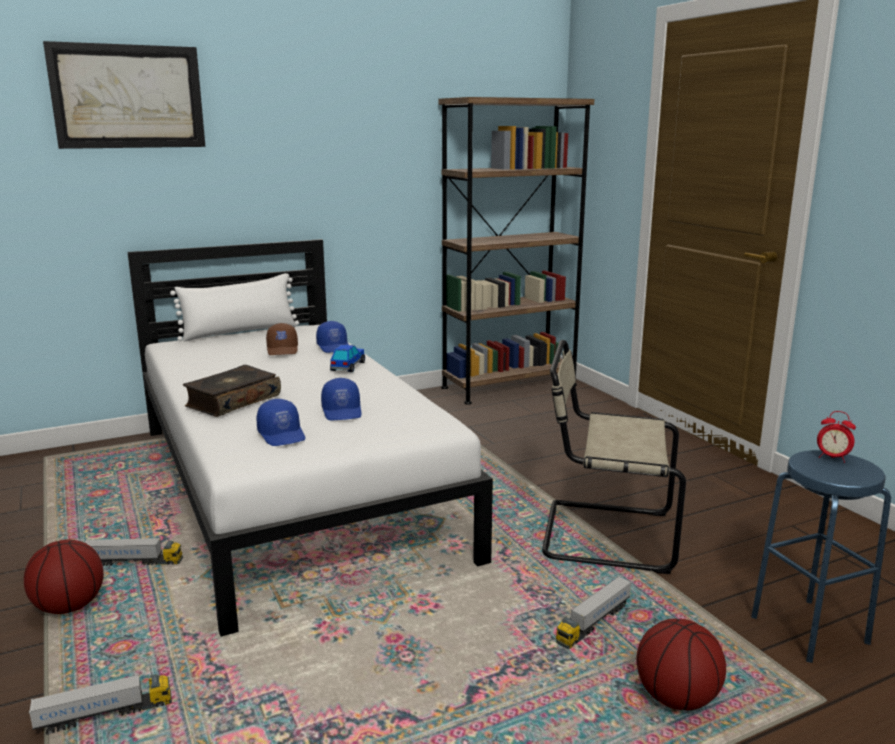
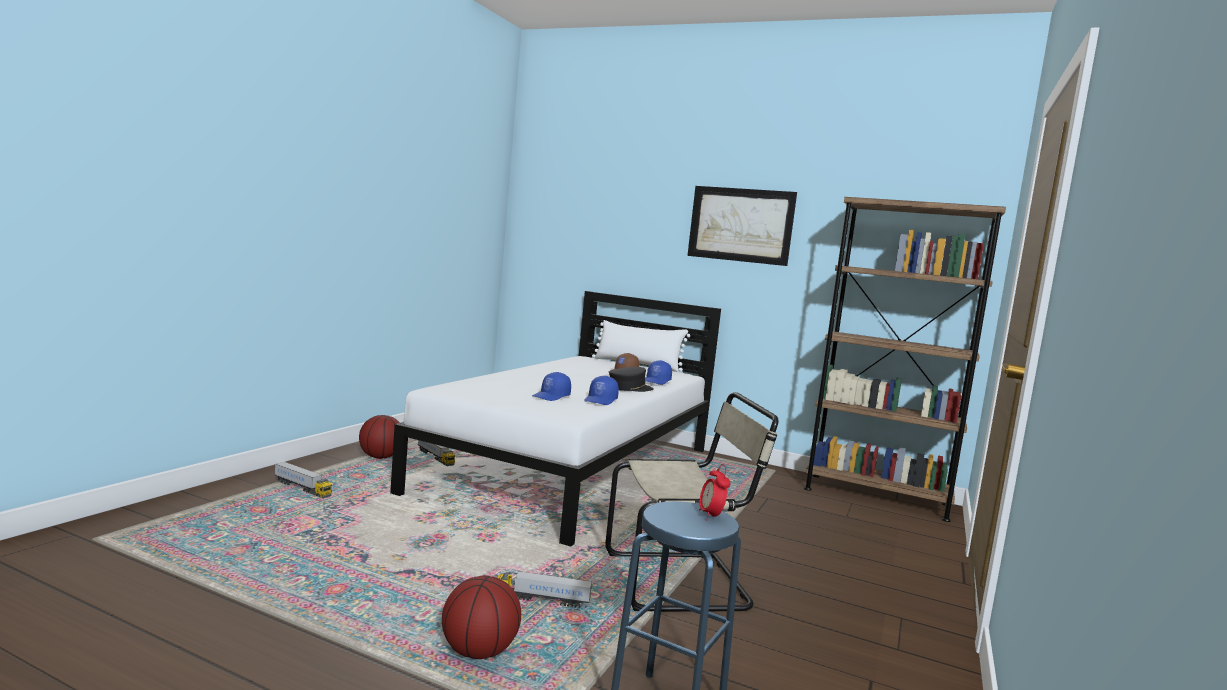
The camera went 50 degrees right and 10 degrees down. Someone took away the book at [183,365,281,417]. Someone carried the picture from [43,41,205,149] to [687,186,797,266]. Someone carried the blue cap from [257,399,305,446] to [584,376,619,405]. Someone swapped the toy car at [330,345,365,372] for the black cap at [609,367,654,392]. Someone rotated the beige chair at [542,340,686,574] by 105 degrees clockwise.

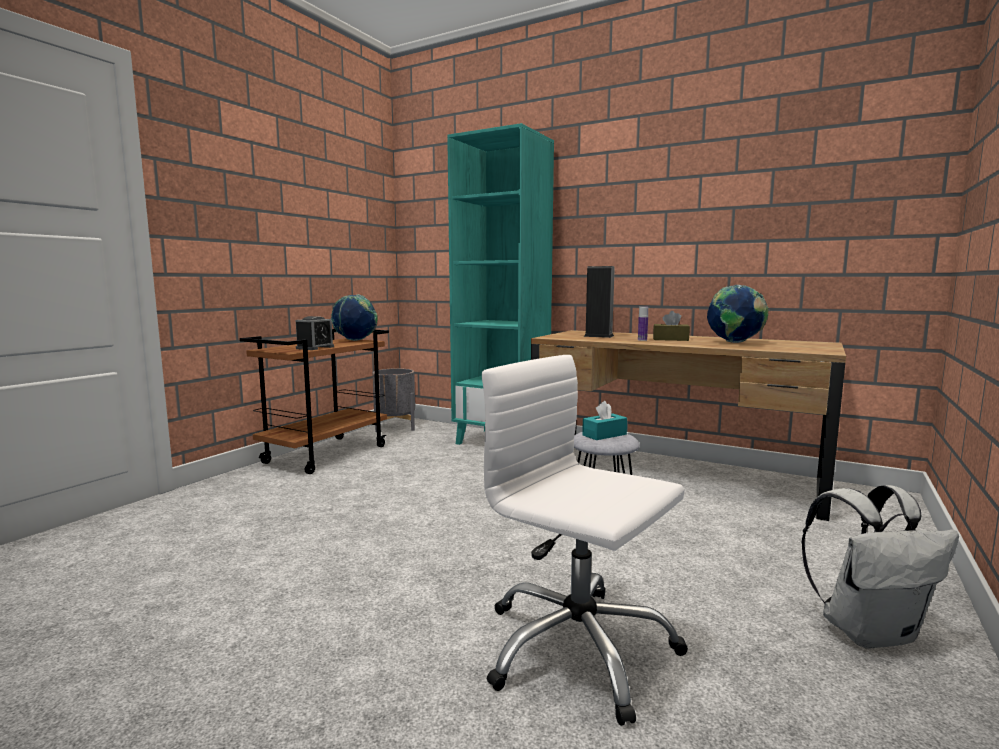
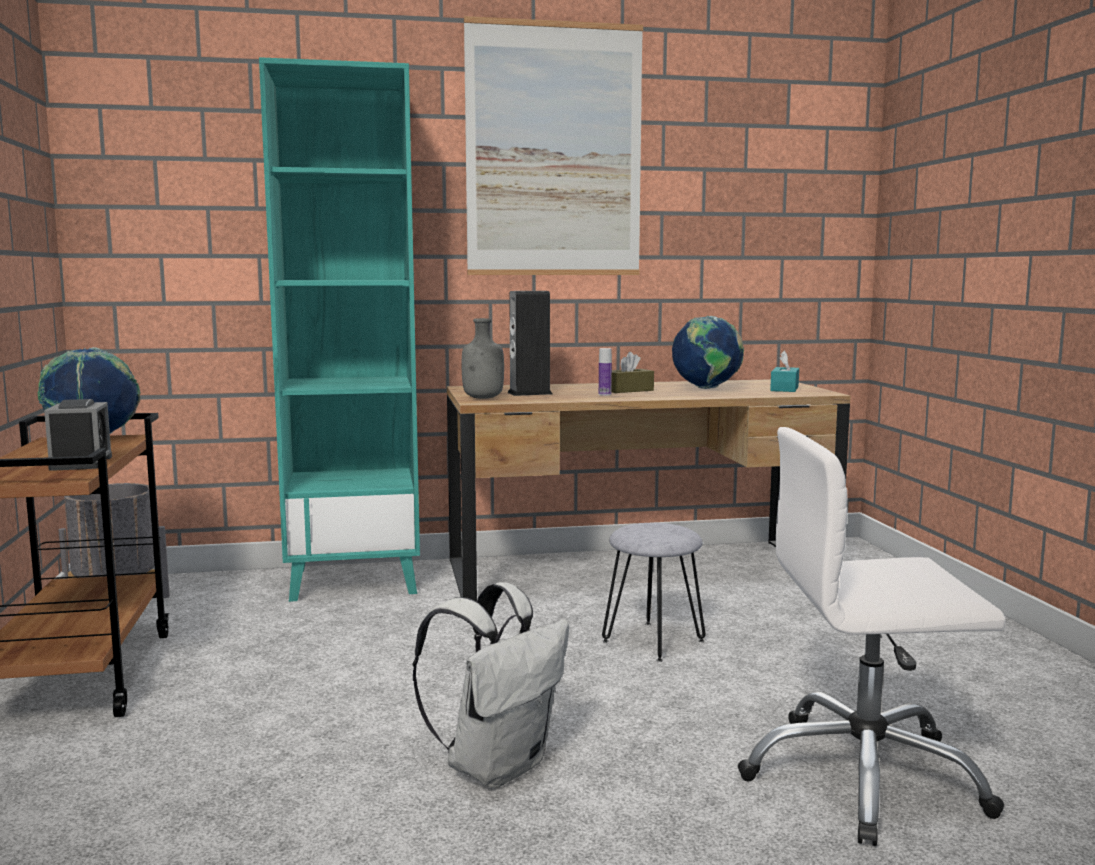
The camera went 40 degrees left and 0 degrees up. Someone put down the grey bottle at [462,318,504,399]. Someone put up the picture at [464,16,643,275]. Someone carried the turquoise tissue box from [582,401,627,440] to [770,350,799,392]. Someone carried the white backpack from [801,485,959,649] to [413,582,569,788].

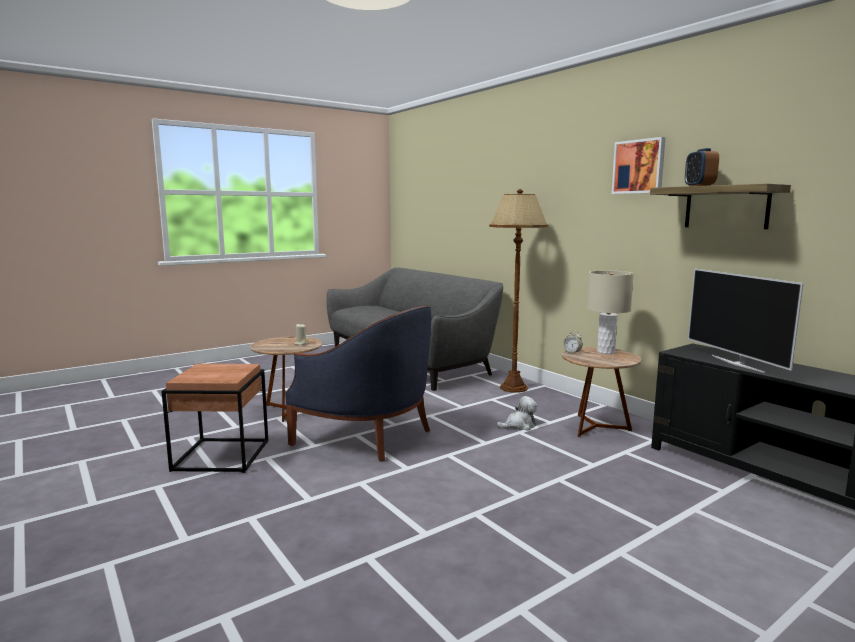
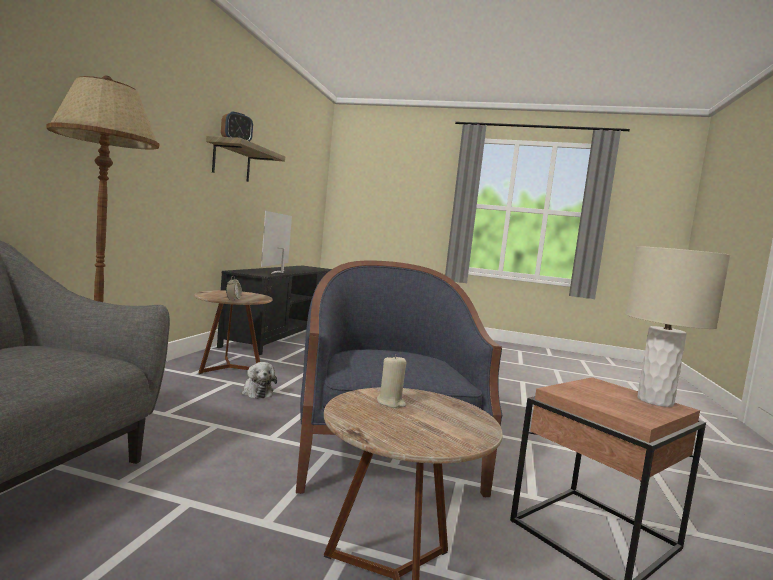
The camera went 130 degrees left and 5 degrees down. Someone took away the picture at [612,137,666,194]. Someone carried the beige table lamp from [587,271,634,354] to [626,246,730,407]. Someone rotated the plush toy at [497,396,538,431] by 150 degrees counterclockwise. Someone rotated the television at [688,269,804,373] by 150 degrees clockwise.

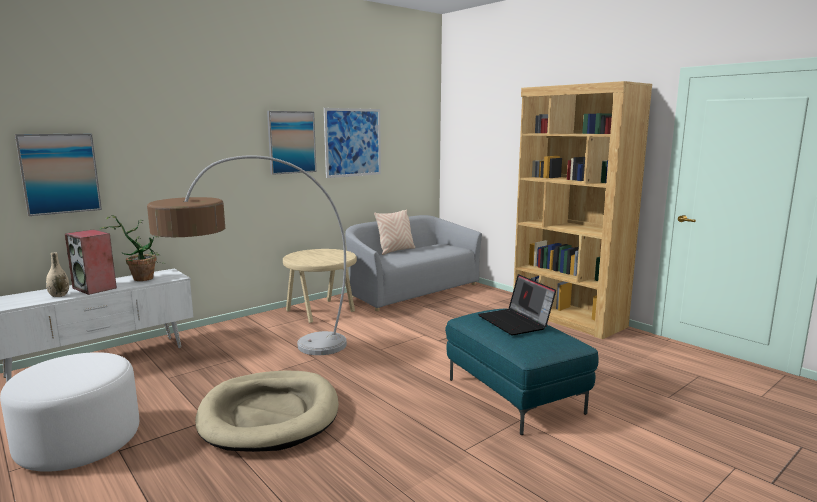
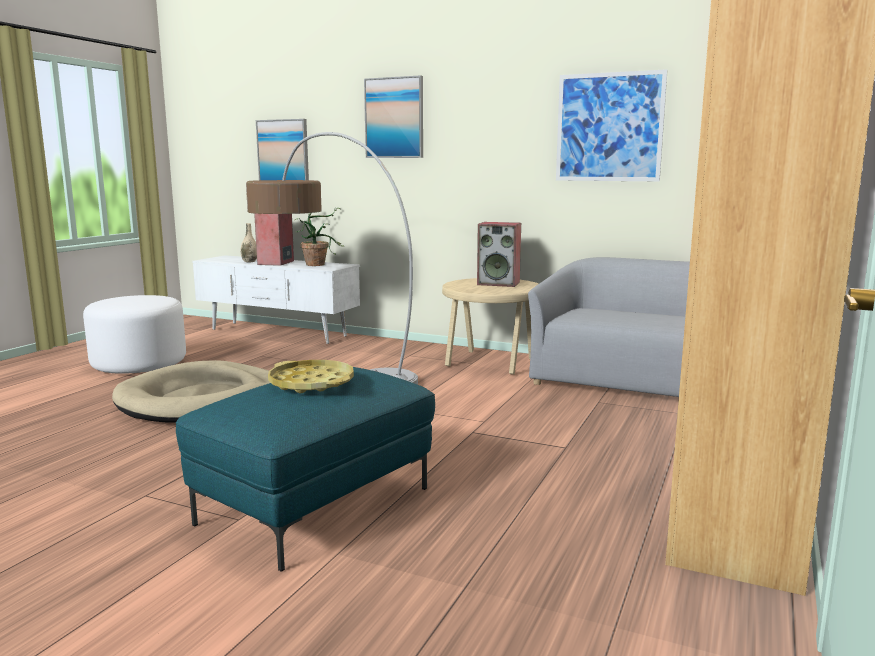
The camera went 65 degrees right and 0 degrees up. Someone took away the beige pillow at [374,209,415,255]. Someone put down the speaker at [477,222,521,287]. Someone carried the picture from [267,111,316,175] to [364,75,423,158]. Someone swapped the laptop at [478,274,556,335] for the yellow tray at [268,360,354,394].

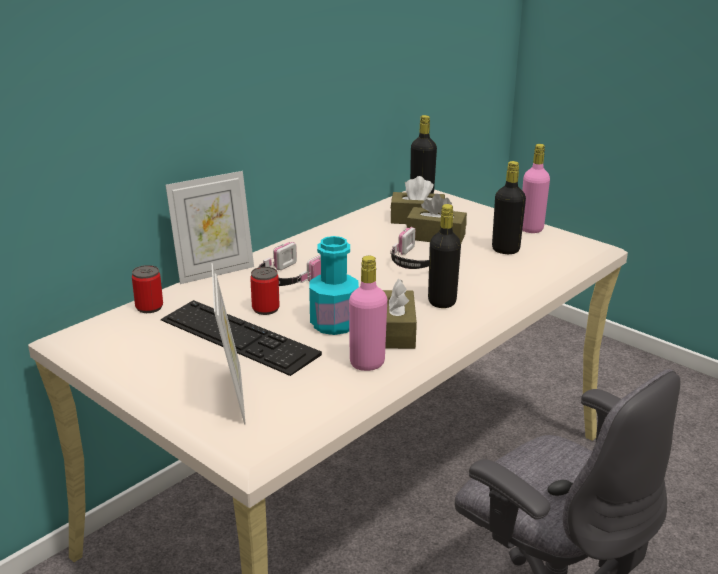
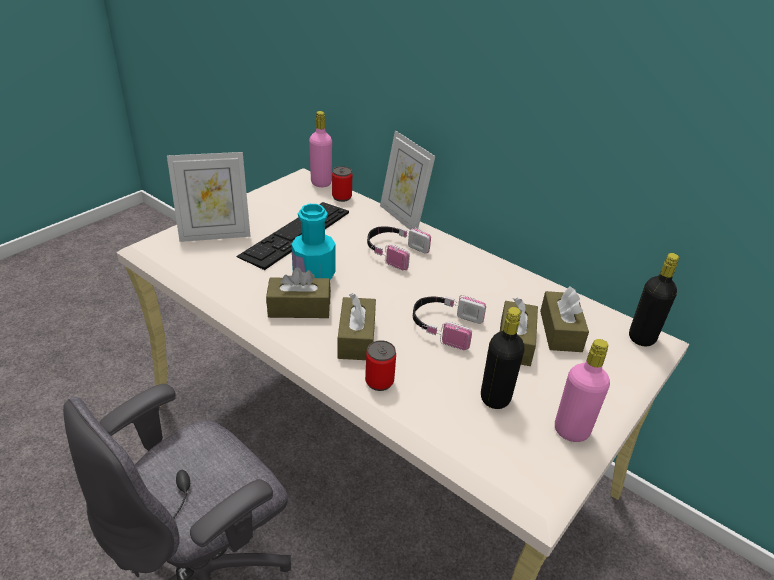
The camera went 85 degrees right and 10 degrees up. Someone carried the can from [250,267,280,315] to [365,340,396,391]. Someone carried the pink bottle from [349,256,387,371] to [309,111,332,187]. Someone swapped the black bottle at [428,204,461,308] for the brown tissue box at [337,293,376,360].

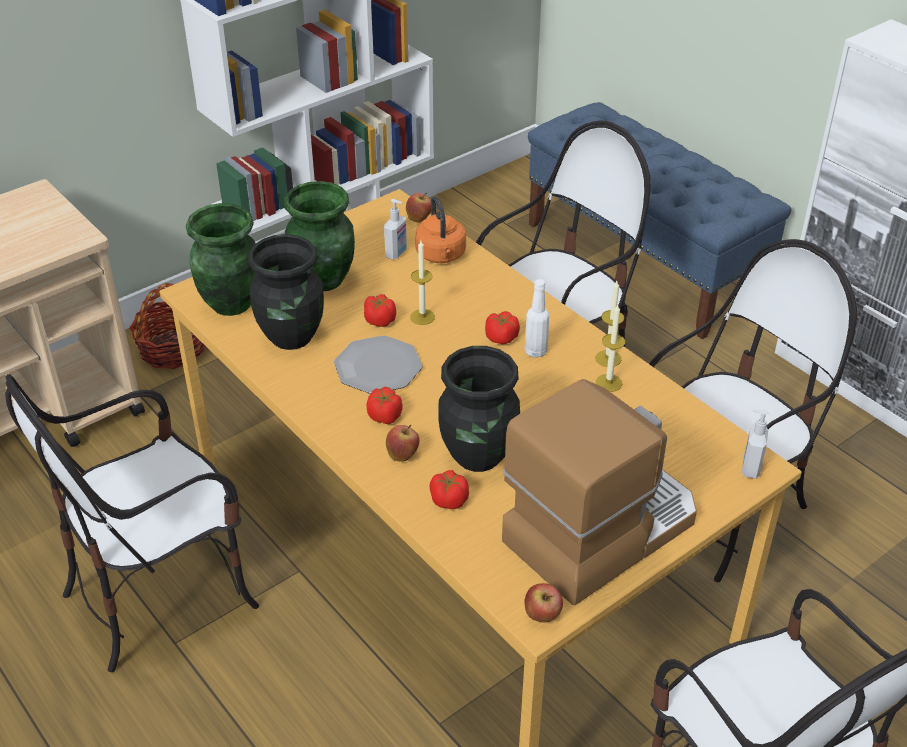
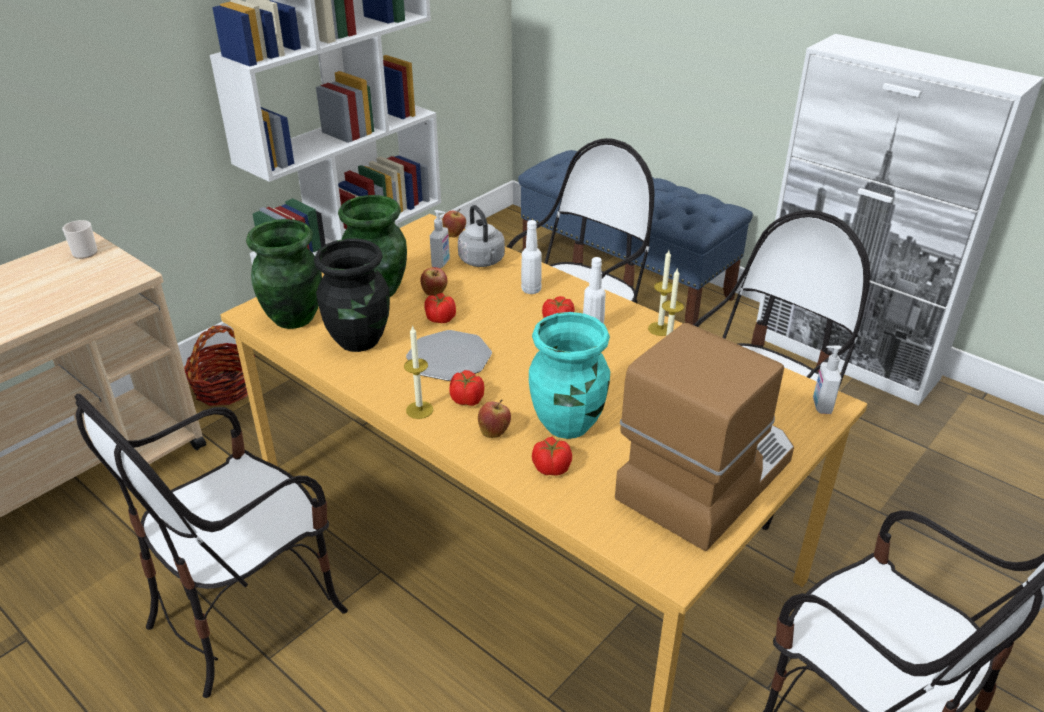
The camera went 10 degrees left and 5 degrees down. Someone put down the mug at [62,220,98,259]. Someone put down the white bottle at [521,220,542,294]. Someone carried the candle from [410,240,435,325] to [404,325,433,419]. Someone carried the apple from [524,583,563,623] to [420,267,448,296]. Someone repainted the orange kettle at [415,196,466,263], which became the grey kettle at [458,205,505,267]. Someone repainted the black vase at [439,346,520,472], which became the turquoise vase at [529,312,610,439].

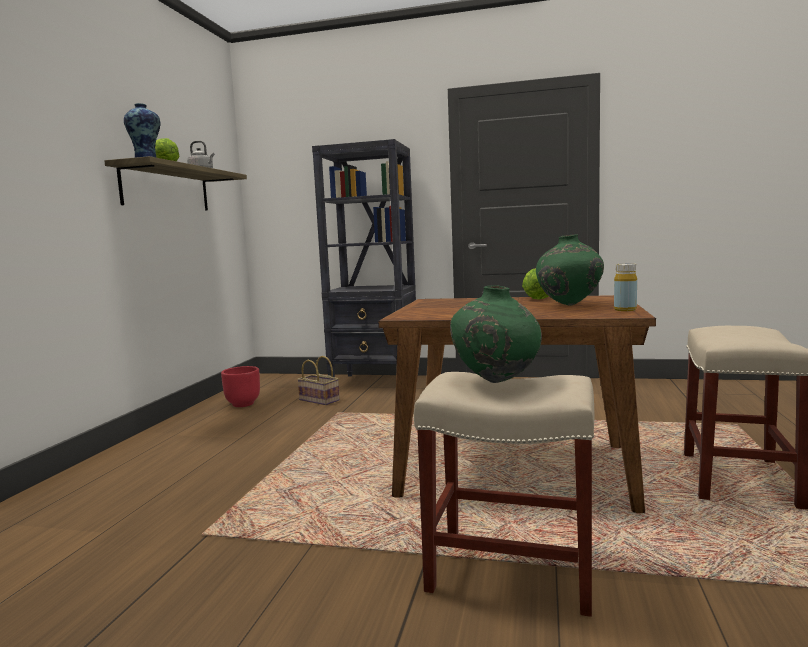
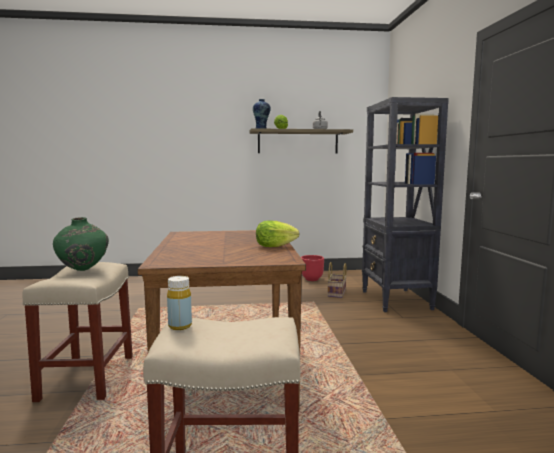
The camera went 70 degrees right and 0 degrees up. Someone took away the green vase at [536,235,604,306]. Someone carried the yellow bottle from [614,263,637,311] to [167,276,192,330].

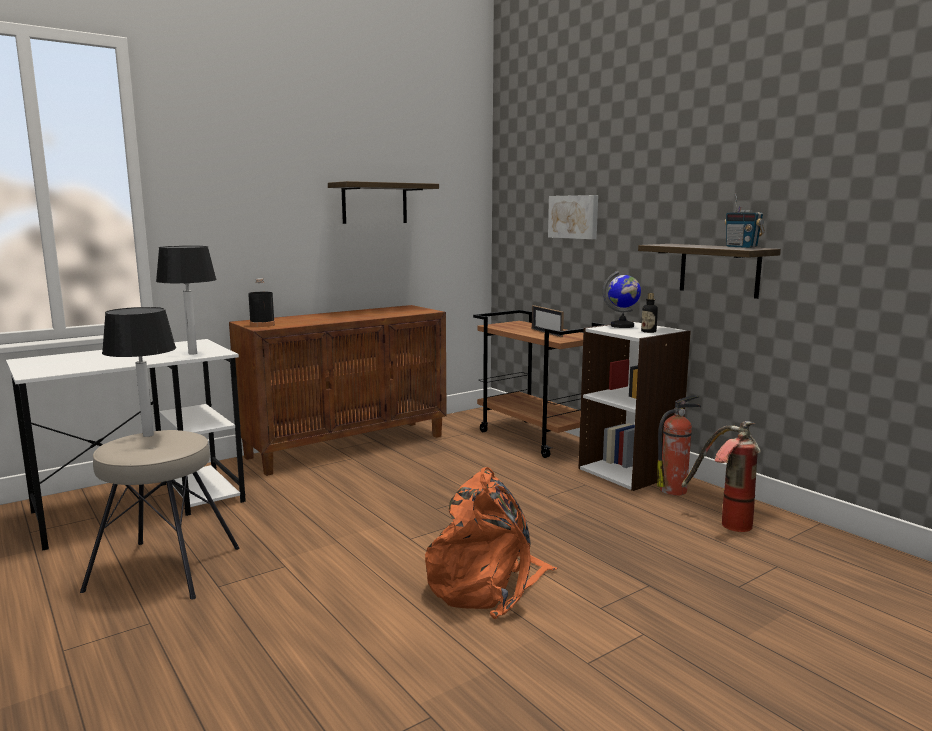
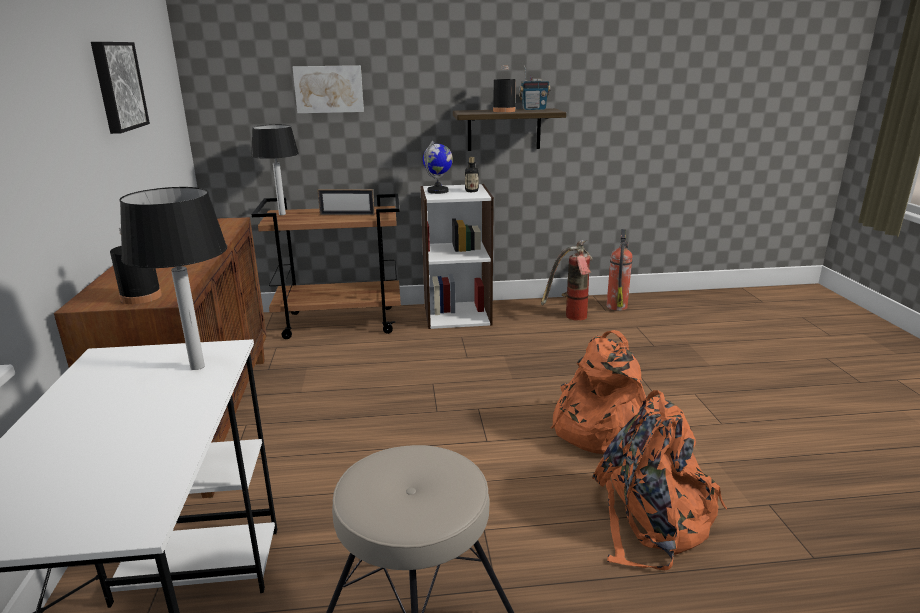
The camera went 60 degrees left and 10 degrees up. Someone put down the black bottle at [493,65,516,112]. Someone put down the orange backpack at [592,390,727,570]. Someone carried the table lamp from [102,307,176,437] to [251,124,299,215]. Someone carried the fire extinguisher from [657,395,701,496] to [606,229,633,311]. Someone swapped the shelf at [328,181,439,224] for the picture at [91,42,150,134].

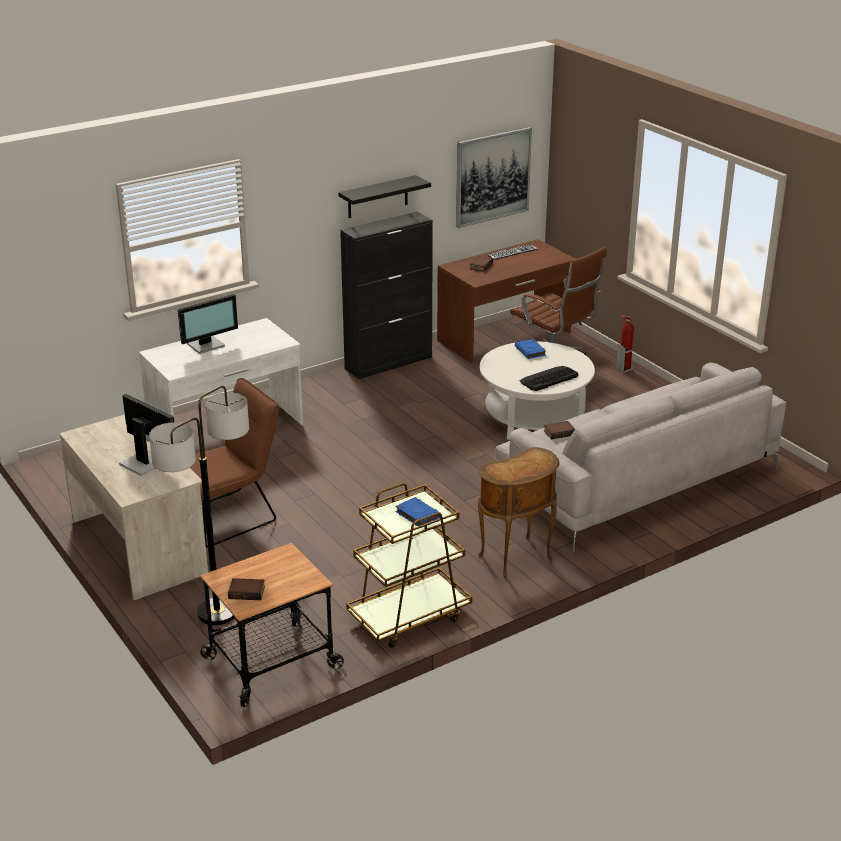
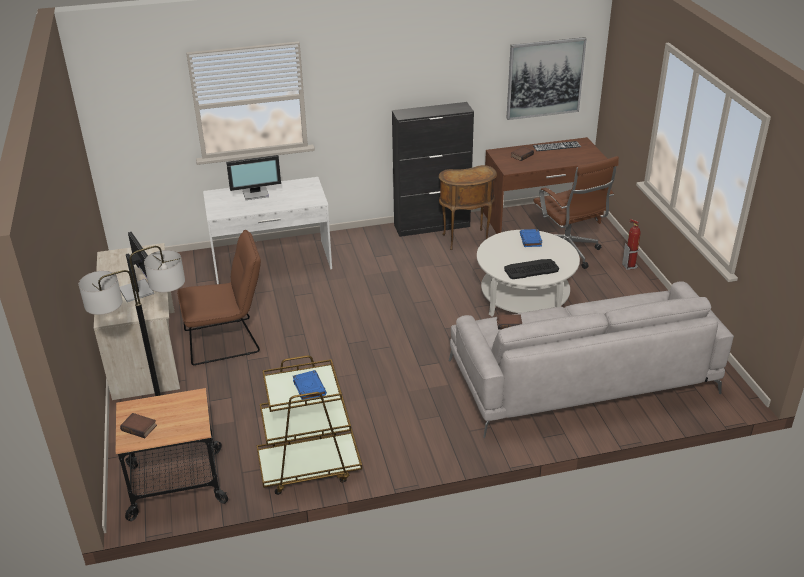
The camera went 20 degrees right and 5 degrees up. Someone took away the black shelf at [338,175,431,218]. Someone carried the brown side table from [478,447,560,578] to [439,165,497,250].

